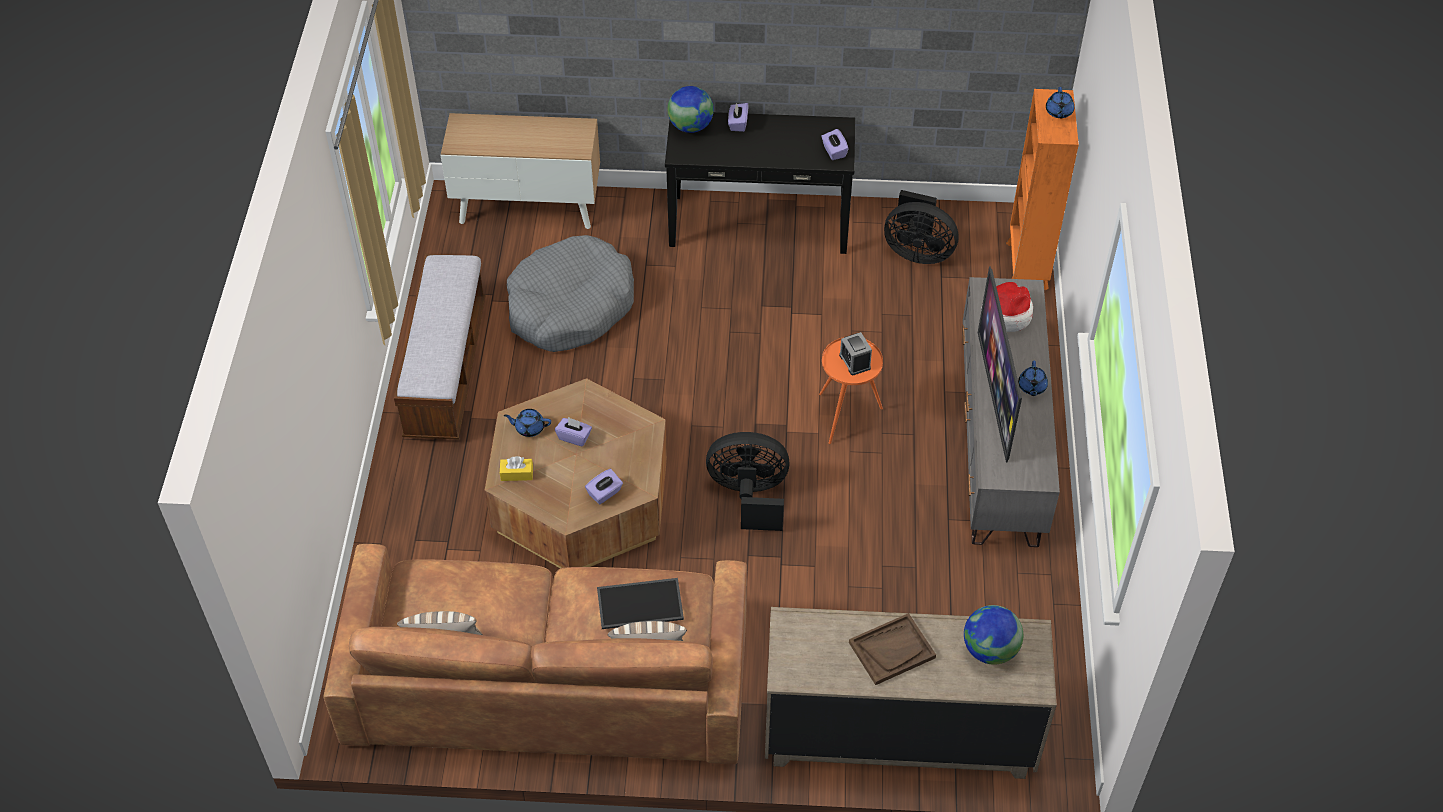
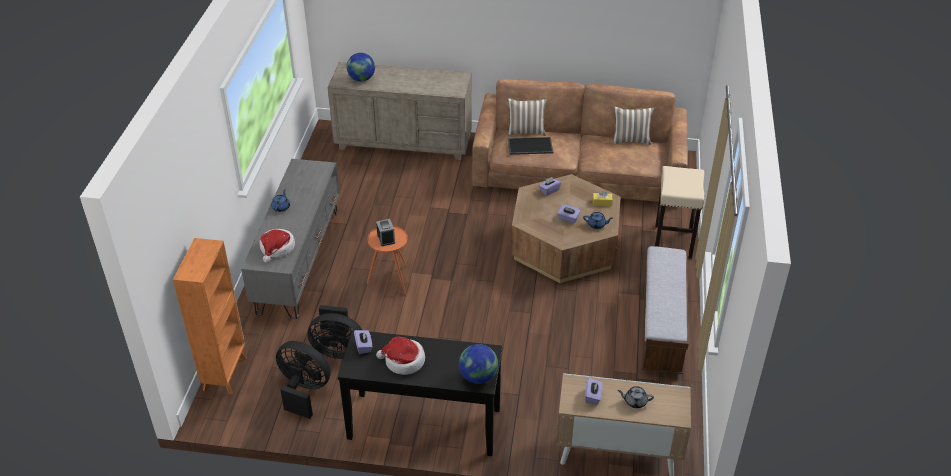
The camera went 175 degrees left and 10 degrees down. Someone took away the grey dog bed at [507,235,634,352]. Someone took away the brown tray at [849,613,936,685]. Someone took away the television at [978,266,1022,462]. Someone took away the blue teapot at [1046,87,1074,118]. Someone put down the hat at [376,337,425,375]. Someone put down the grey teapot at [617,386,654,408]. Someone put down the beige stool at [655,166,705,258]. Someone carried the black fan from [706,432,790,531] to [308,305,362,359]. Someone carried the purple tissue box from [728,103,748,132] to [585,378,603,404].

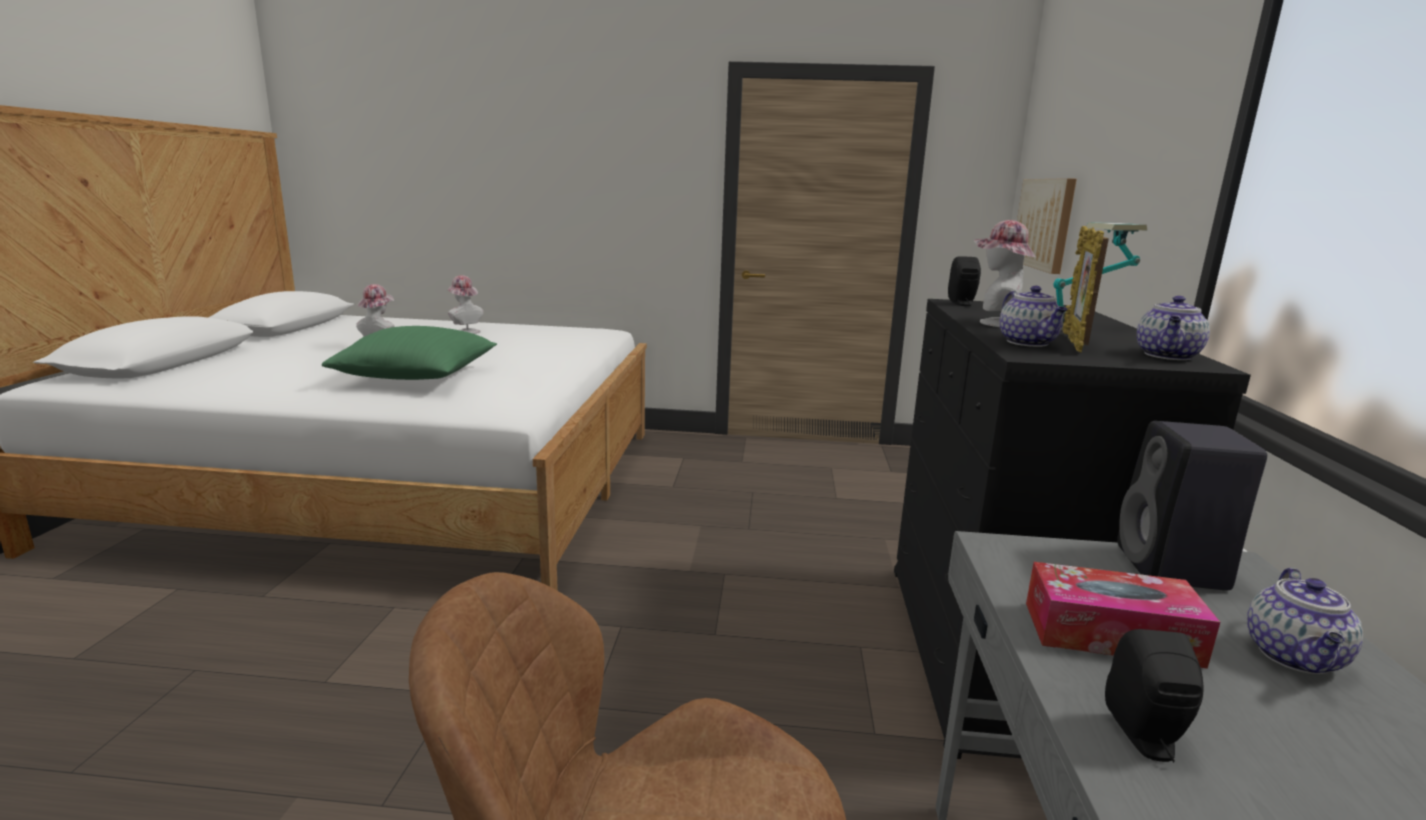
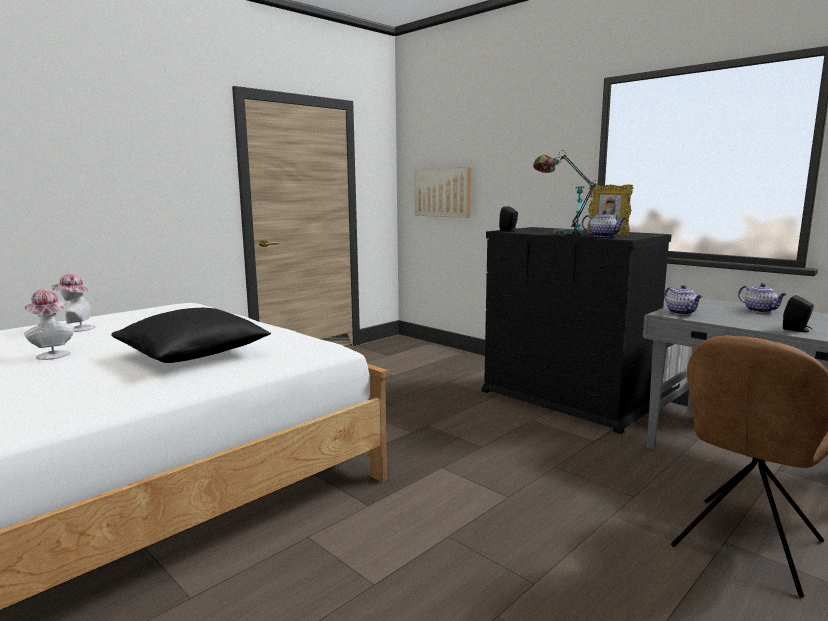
The camera went 50 degrees left and 5 degrees down. Someone took away the tissue box at [1026,562,1220,669]. Someone took away the black speaker at [1117,421,1267,590]. Someone carried the teapot from [1137,296,1210,360] to [664,285,702,315]. Someone swapped the hat at [974,220,1036,327] for the table lamp at [533,150,598,235]. Someone repainted the green pillow at [322,326,497,380], which became the black pillow at [111,308,271,363].

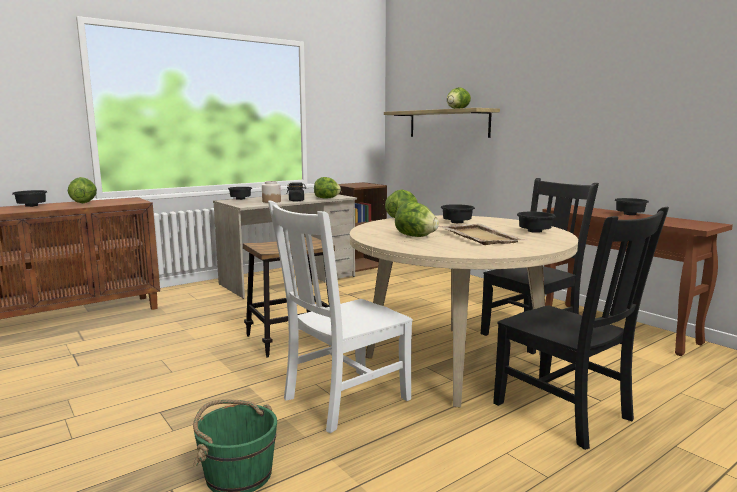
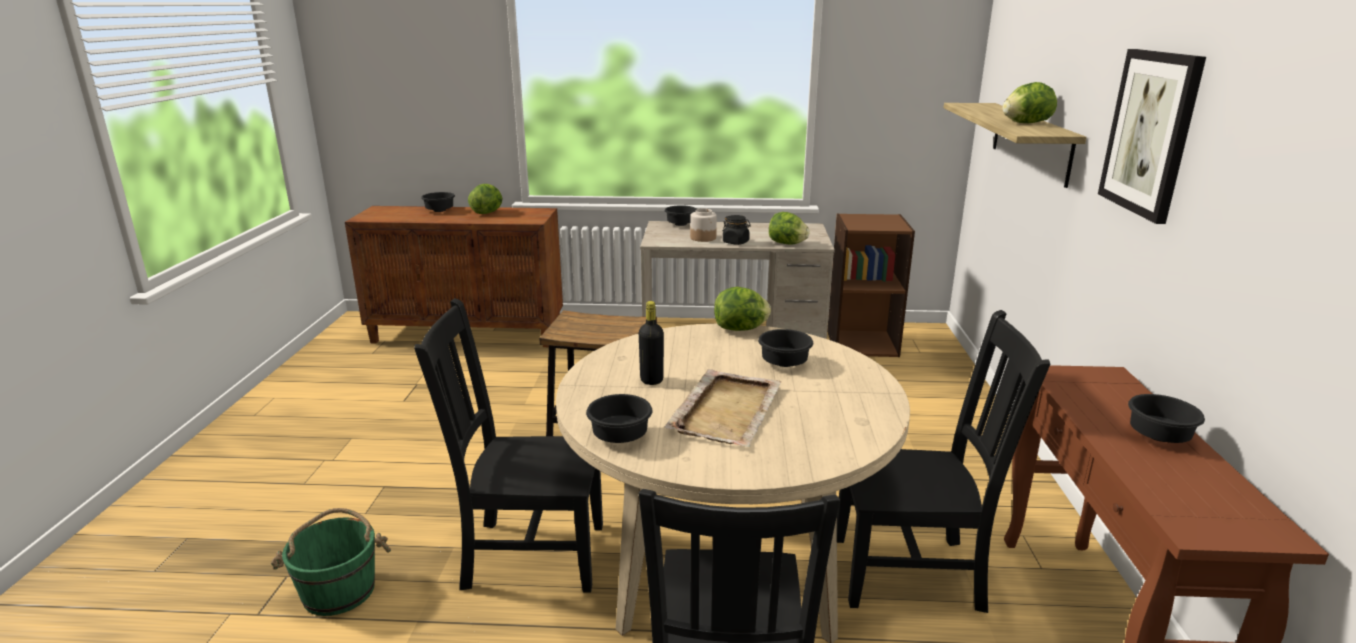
The camera went 40 degrees right and 10 degrees up. Someone put up the picture at [1098,49,1206,224]. Someone carried the black bowl from [517,212,556,233] to [586,394,653,443]. Someone swapped the lettuce at [395,201,439,237] for the black bottle at [639,301,664,385]. Someone repainted the white chair at [268,200,413,433], which became the black chair at [414,298,603,593].

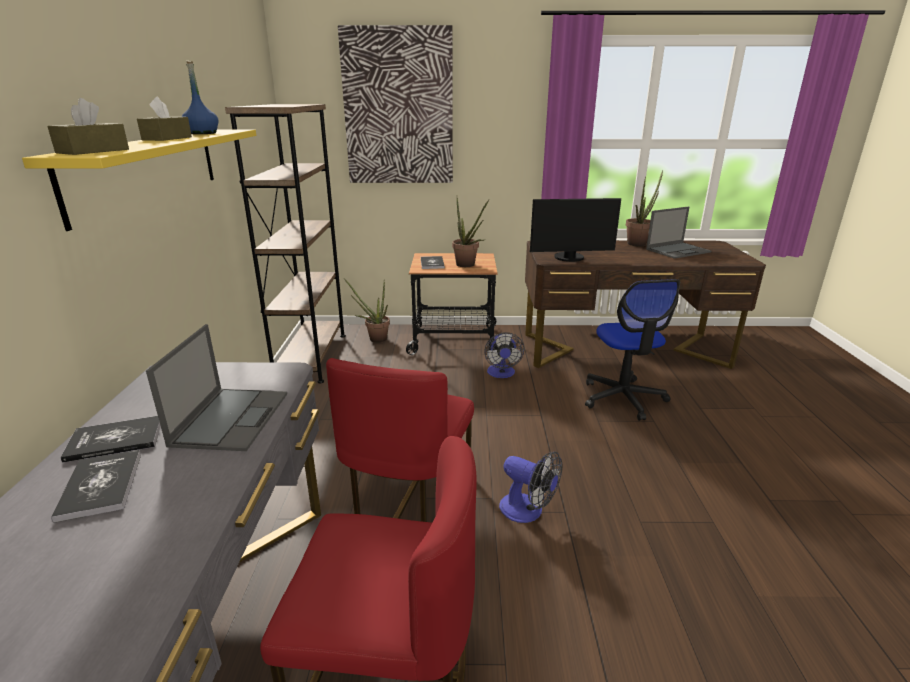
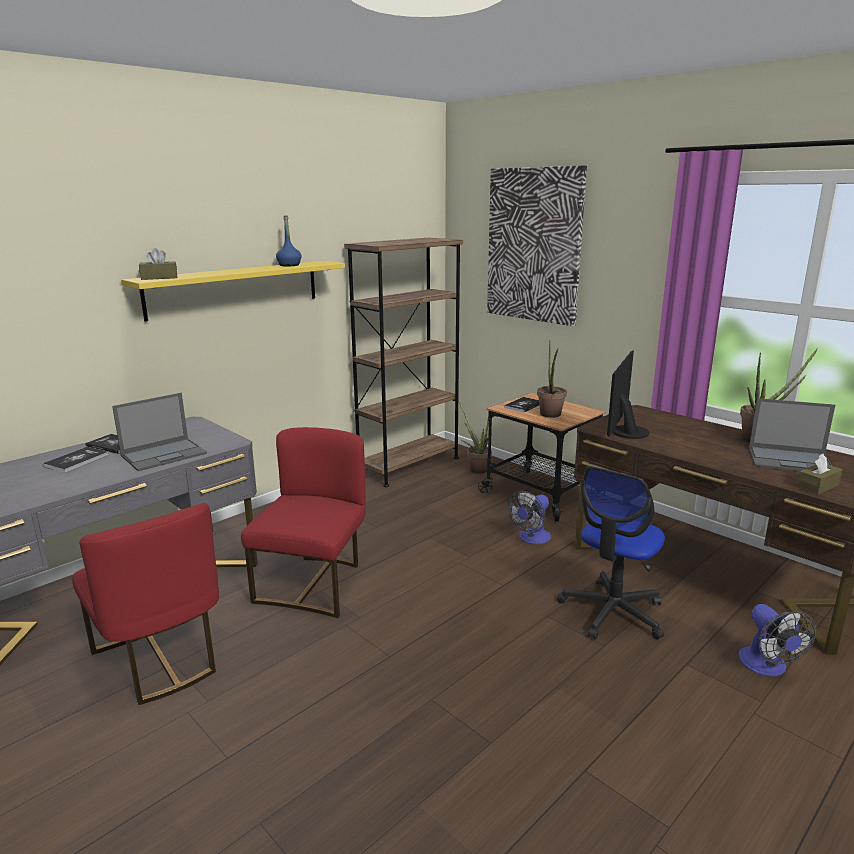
The camera went 45 degrees right and 5 degrees down. Someone carried the brown tissue box from [137,97,192,141] to [797,454,843,495]. Someone carried the fan from [499,451,563,523] to [739,604,816,676]. Someone rotated the red chair at [326,358,474,522] by 135 degrees clockwise. Someone rotated the monitor at [530,198,621,262] by 75 degrees clockwise.

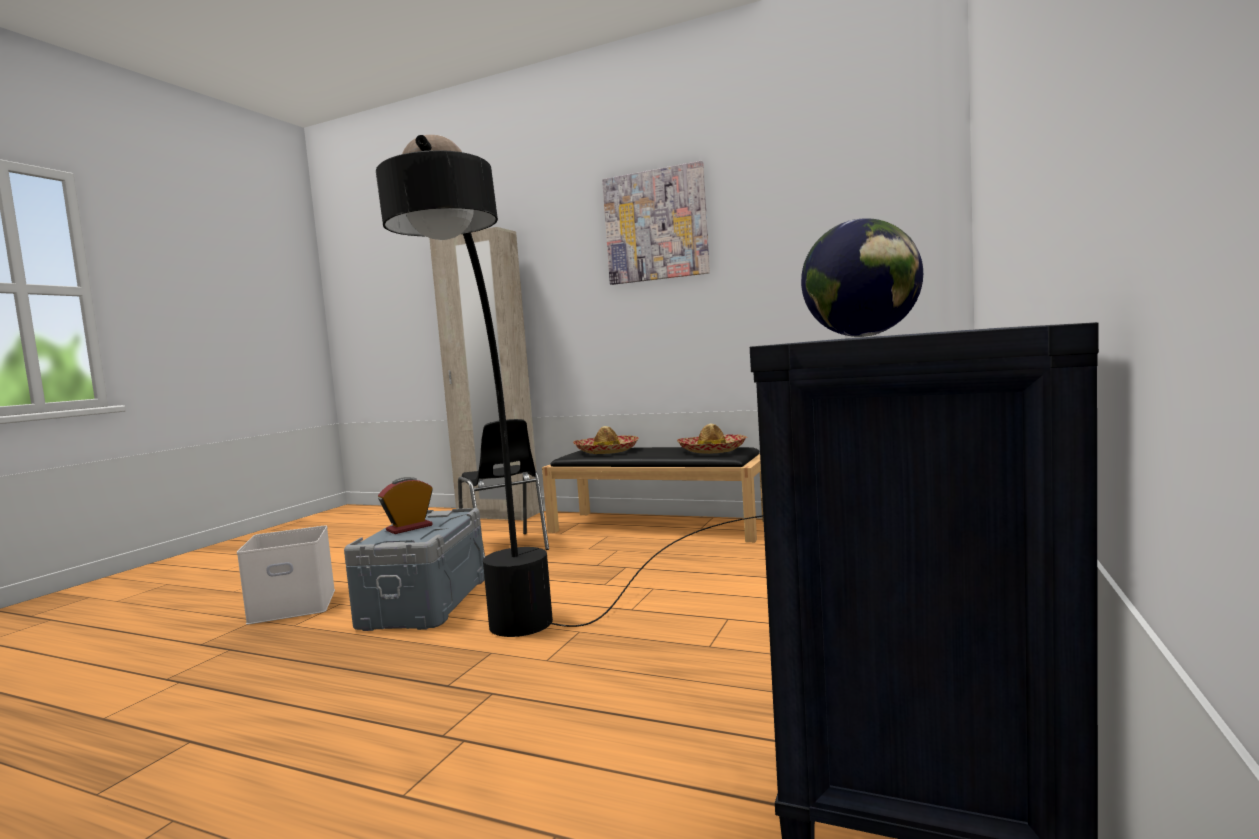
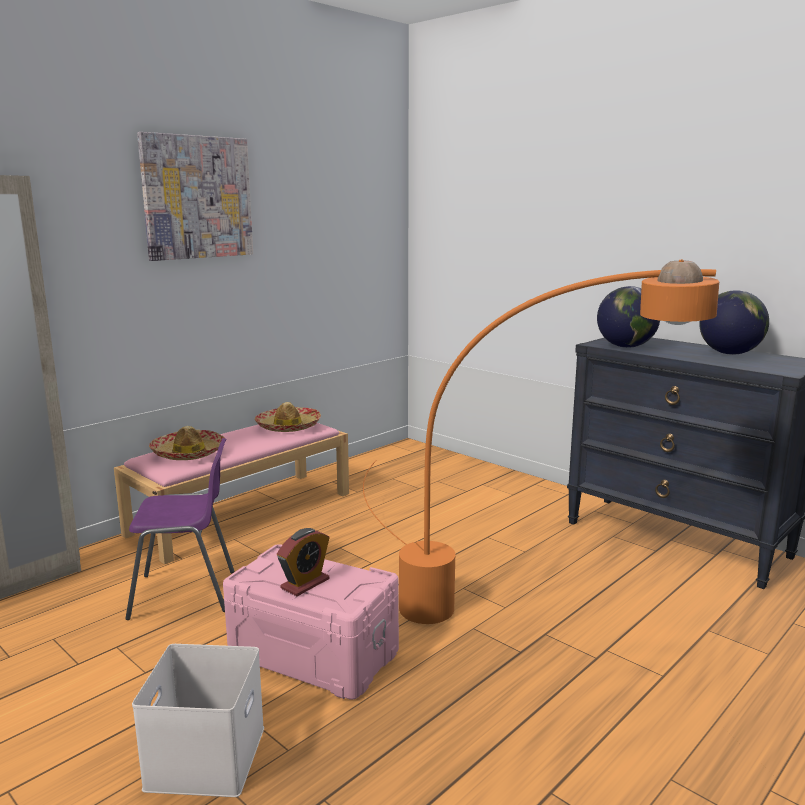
The camera went 70 degrees left and 10 degrees up. Someone put down the globe at [699,290,769,355]. Someone repainted the grey storage box at [344,508,485,631], which became the pink storage box at [223,544,399,700]. Someone repainted the black floor lamp at [376,135,763,637], which became the orange floor lamp at [363,260,719,624]. Someone repainted the black chair at [458,419,549,557], which became the purple chair at [125,438,235,620]. Someone repainted the black bench at [542,447,764,543], which became the pink bench at [114,423,349,564]. Someone rotated the alarm clock at [378,477,433,534] by 120 degrees counterclockwise.

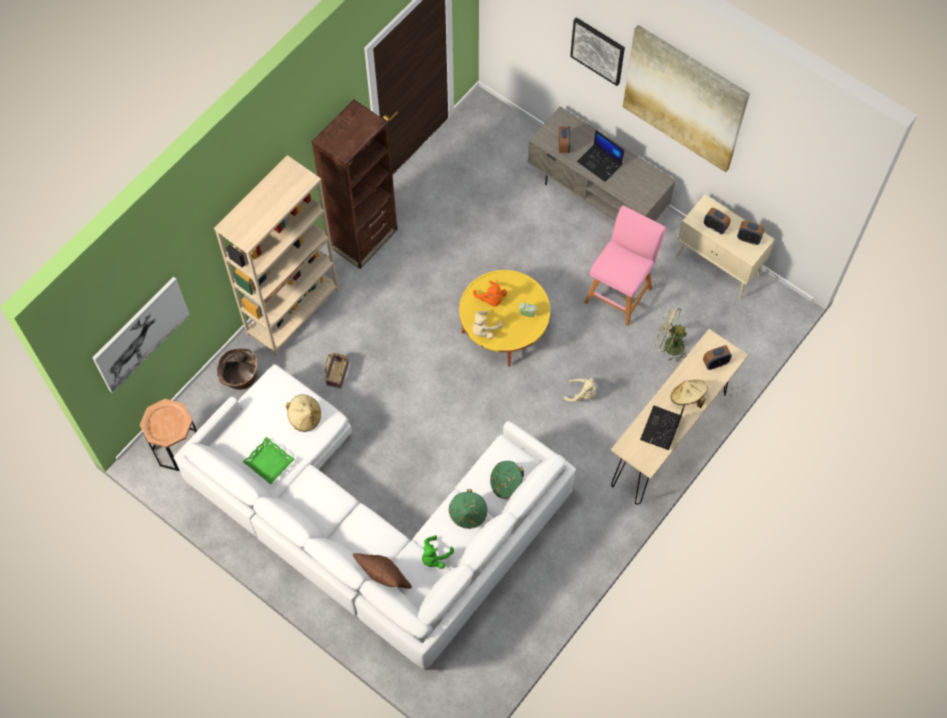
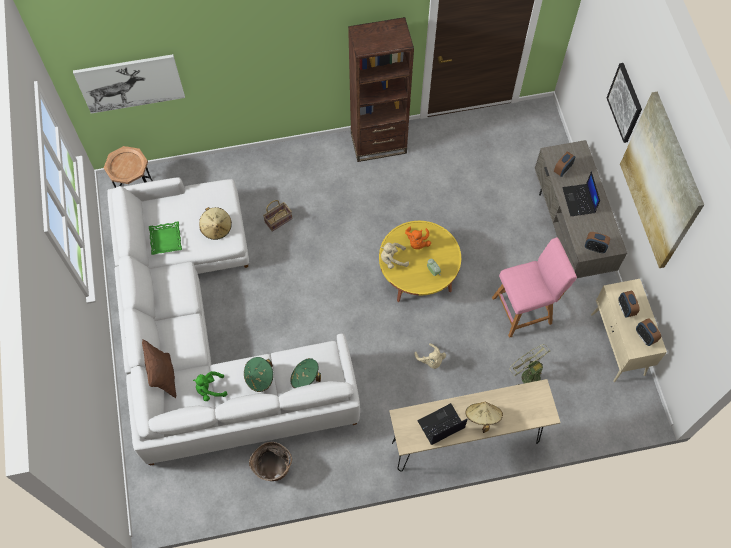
The camera went 40 degrees right and 0 degrees up. Someone took away the beige bookcase at [214,155,339,356]. Someone carried the basket from [217,348,257,390] to [249,442,292,481]. Someone carried the alarm clock from [703,345,732,370] to [585,232,610,253].

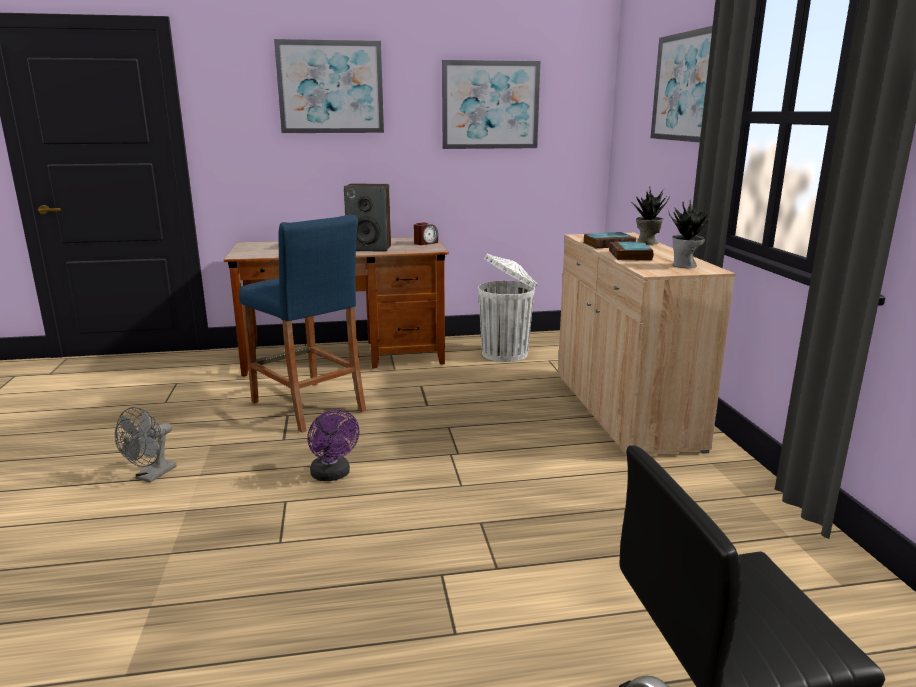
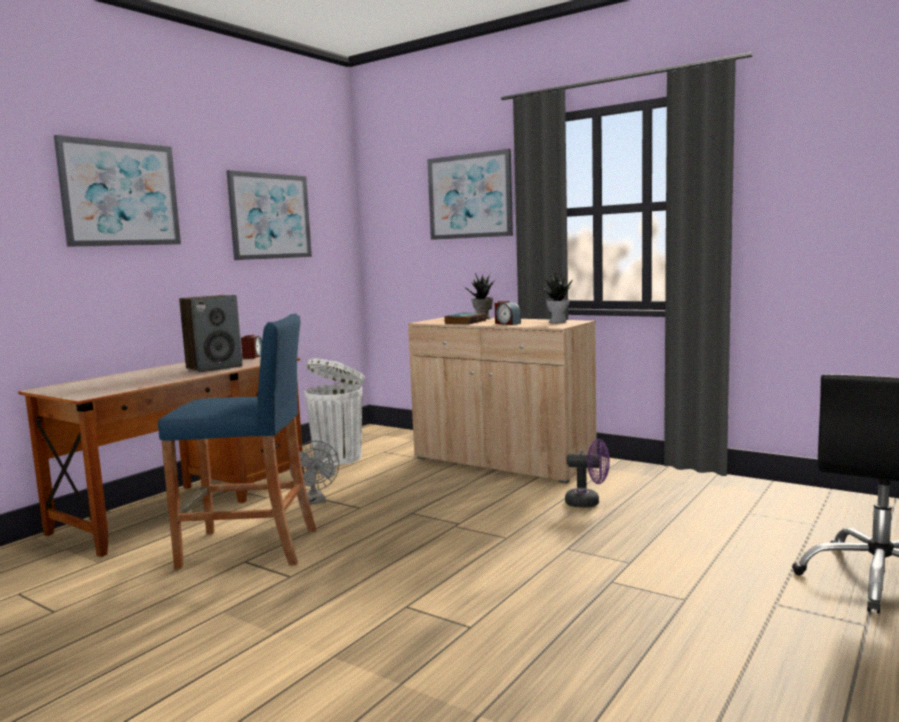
The camera went 45 degrees left and 10 degrees down. Someone carried the grey fan from [115,407,176,483] to [290,441,339,505]. Someone carried the purple fan from [307,409,359,481] to [565,439,610,508]. Someone swapped the book at [609,242,654,261] for the alarm clock at [495,301,521,325].

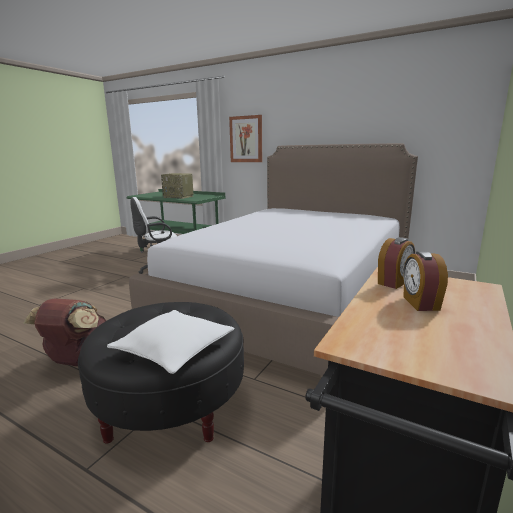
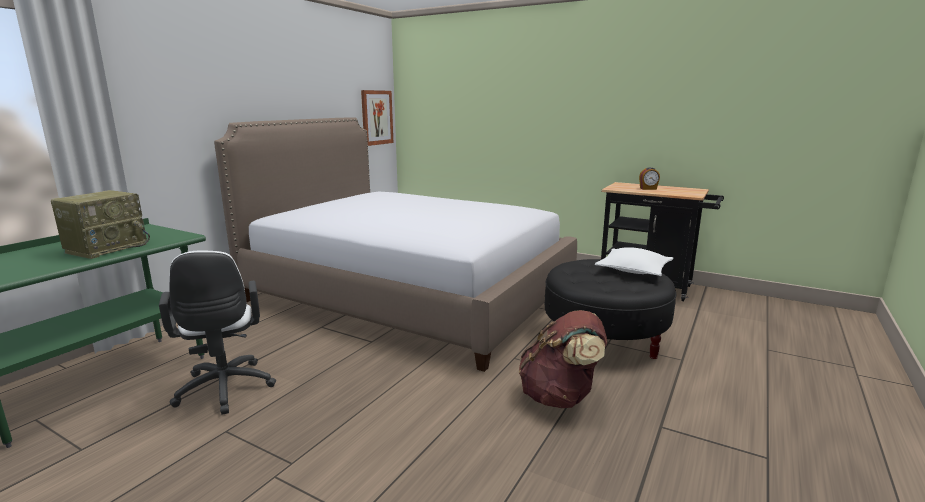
The camera went 90 degrees left and 0 degrees up. Someone took away the alarm clock at [378,237,415,289]. Someone carried the picture from [229,115,262,162] to [361,90,394,146].

